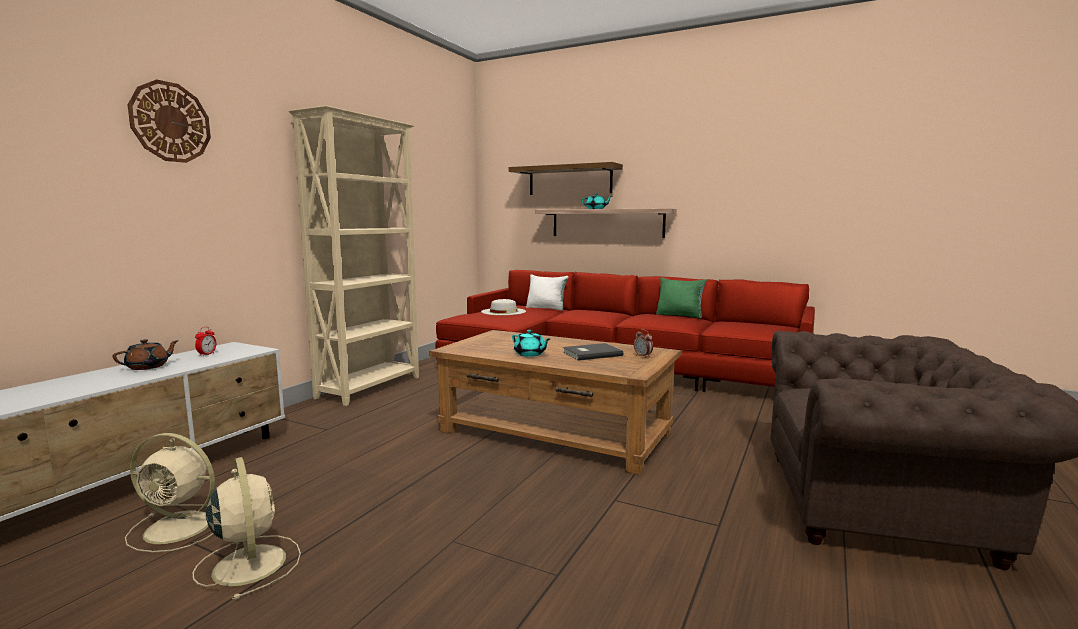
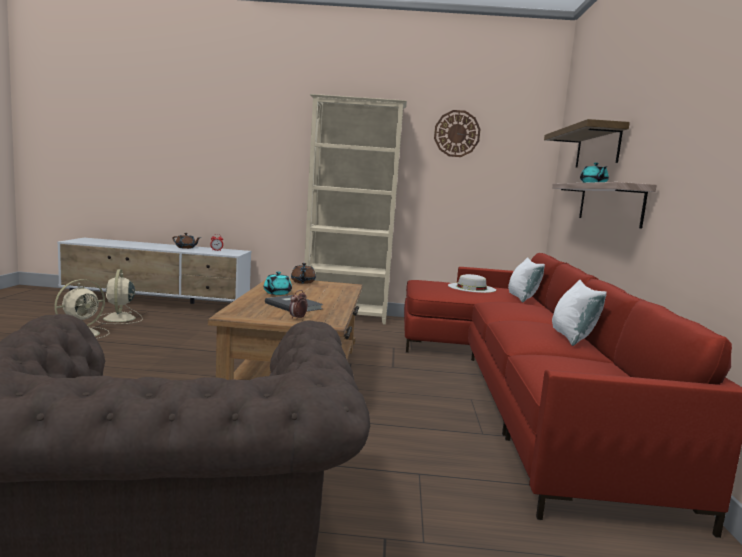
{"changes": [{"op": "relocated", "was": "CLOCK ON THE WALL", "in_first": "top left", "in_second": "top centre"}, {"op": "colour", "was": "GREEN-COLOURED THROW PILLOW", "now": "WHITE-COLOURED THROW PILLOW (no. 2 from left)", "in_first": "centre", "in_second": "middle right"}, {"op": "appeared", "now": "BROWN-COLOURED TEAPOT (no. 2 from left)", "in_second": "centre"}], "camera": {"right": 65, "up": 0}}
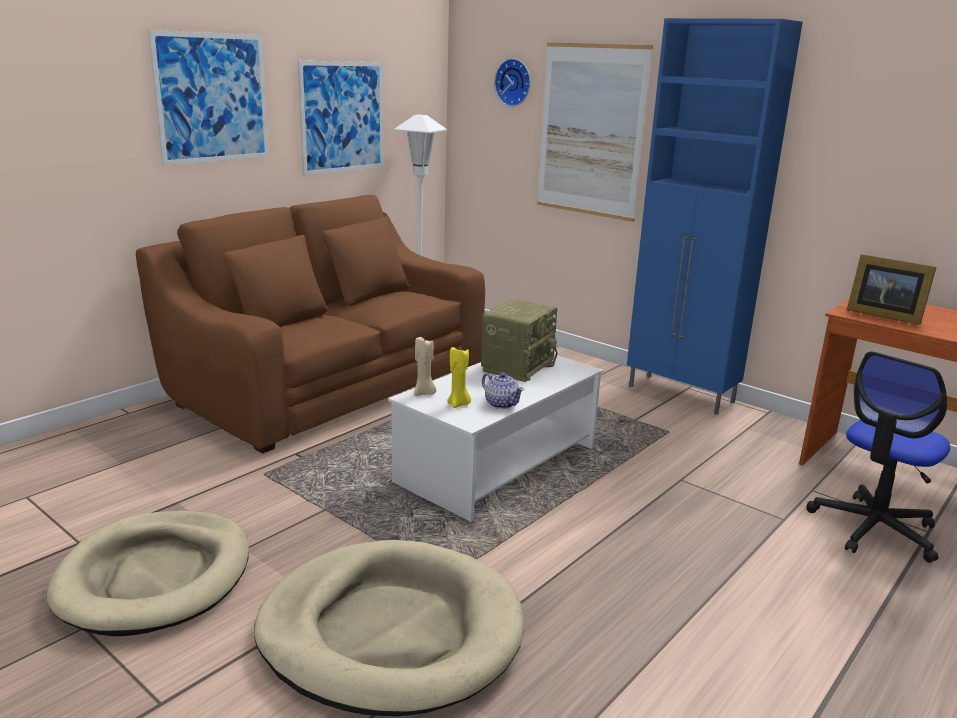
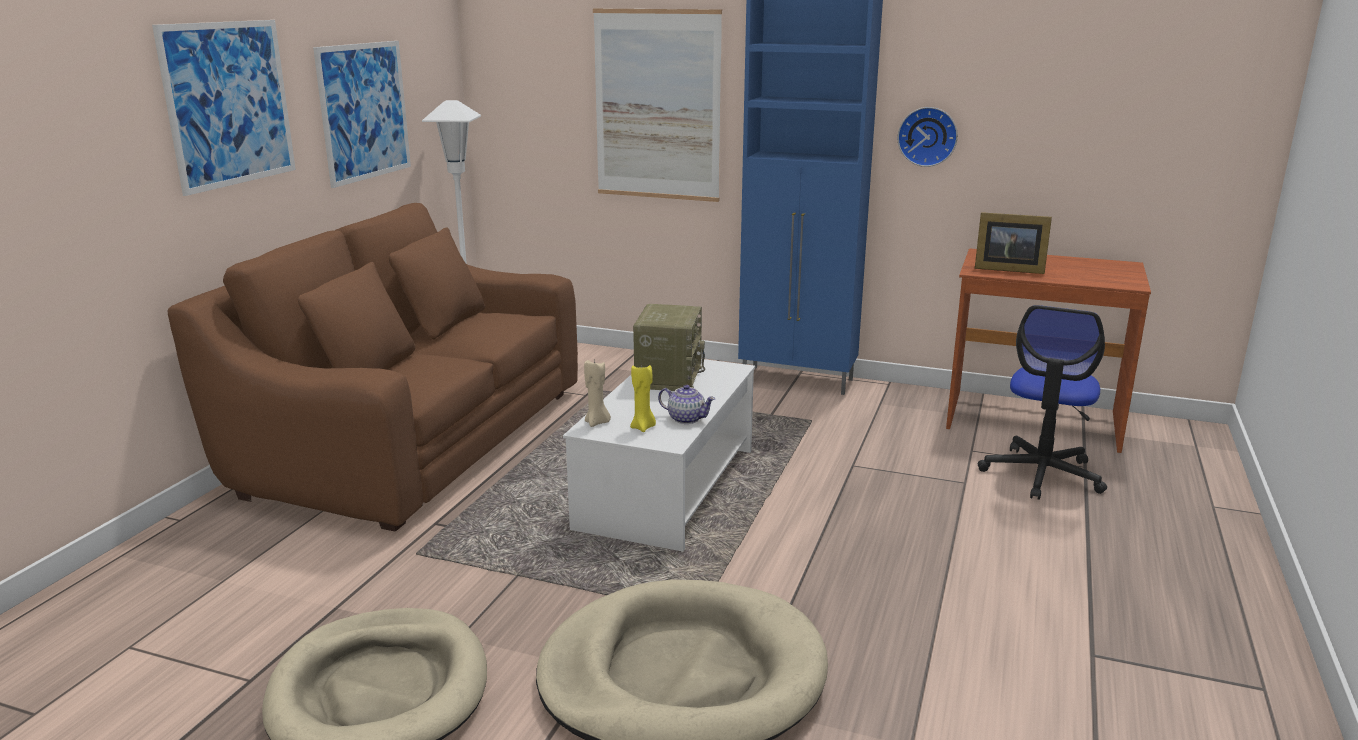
{"changes": [{"op": "relocated", "was": "CLOCK ON THE WALL", "in_first": "top centre", "in_second": "top right"}], "camera": {"right": -20, "up": 0}}
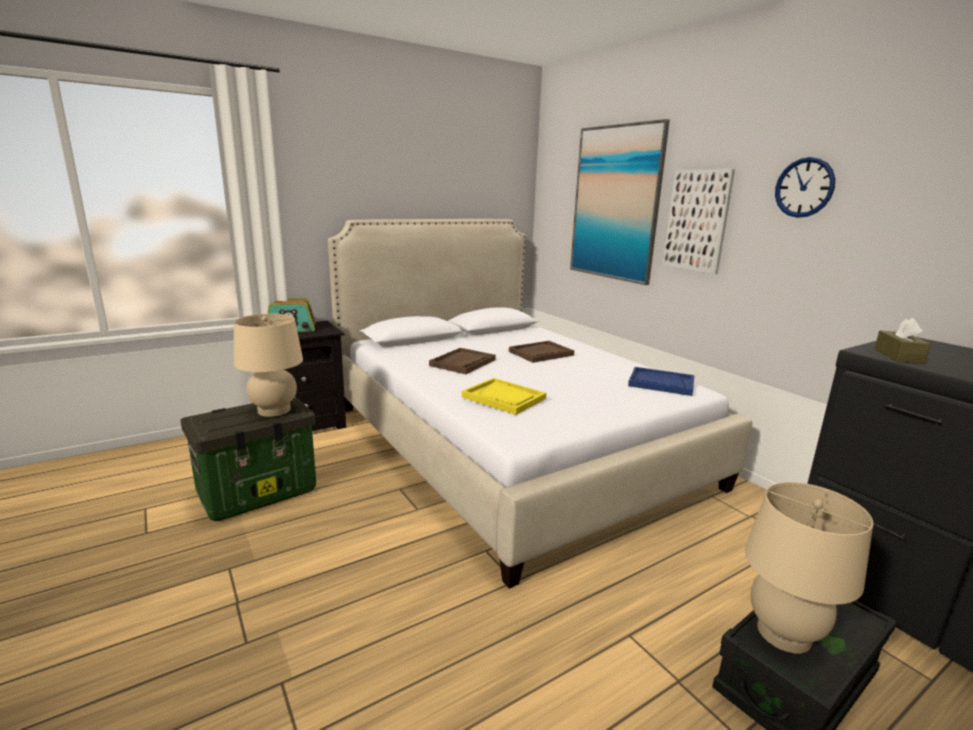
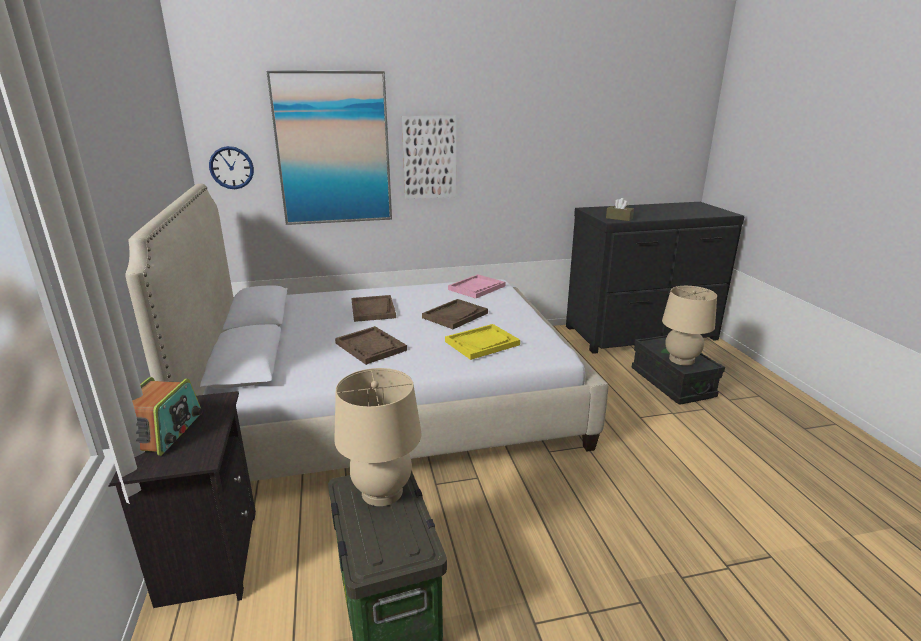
{"changes": [{"op": "colour", "was": "BLUE TRAY", "now": "PINK TRAY", "in_first": "middle right", "in_second": "centre"}, {"op": "relocated", "was": "CLOCK ON THE WALL", "in_first": "top right", "in_second": "top left"}, {"op": "appeared", "now": "BROWN-COLOURED TRAY (no. 3 from left)", "in_second": "centre"}], "camera": {"right": -70, "up": 5}}
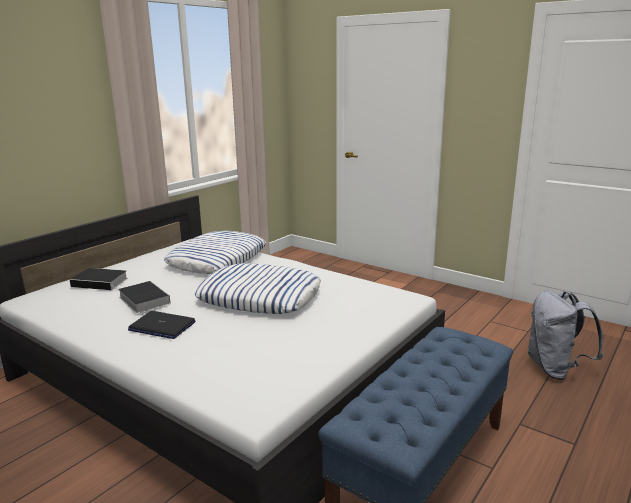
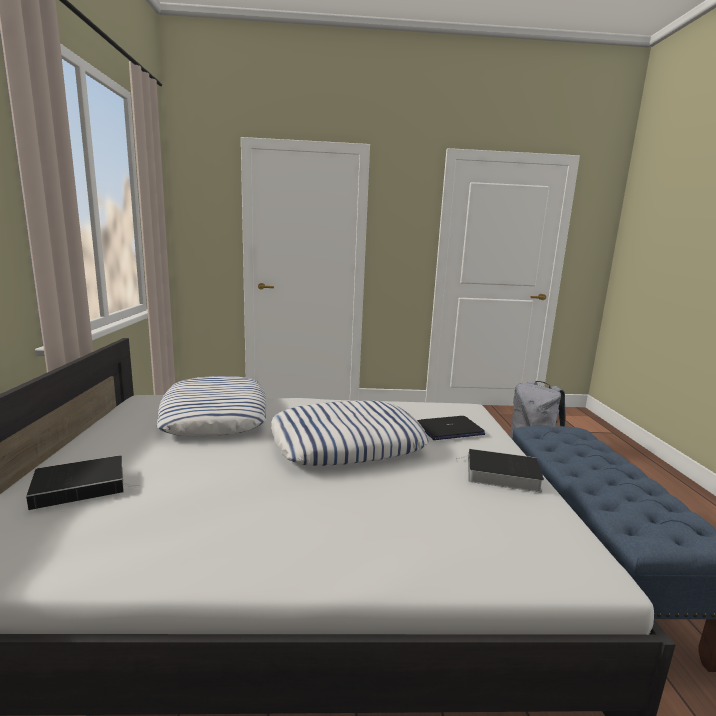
{"changes": [{"op": "relocated", "was": "BOOK (no. 2 from left)", "in_first": "middle left", "in_second": "middle right"}, {"op": "relocated", "was": "NOTEBOOK COMPUTER", "in_first": "middle left", "in_second": "centre"}], "camera": {"right": -40, "up": -5}}
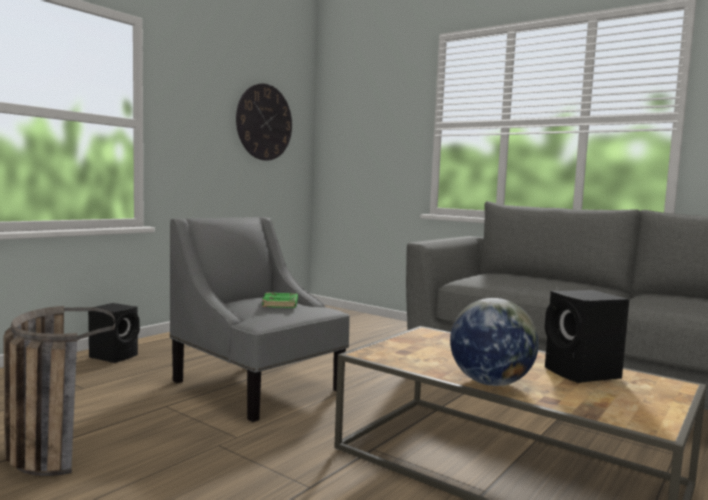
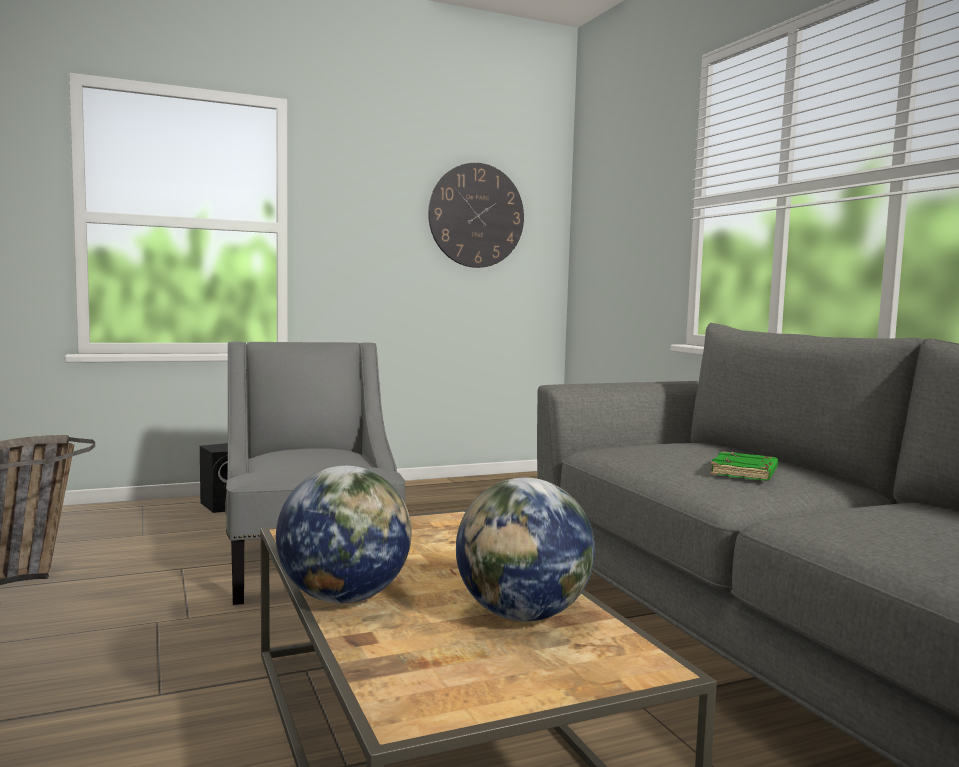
{"changes": [{"op": "relocated", "was": "GREEN-COLOURED BOOK", "in_first": "centre", "in_second": "middle right"}, {"op": "exchanged", "was": "BLACK LOUDSPEAKER (no. 2 from left)", "now": "GLOBE (no. 2 from left)", "in_first": "bottom right", "in_second": "bottom centre"}], "camera": {"right": 30, "up": 0}}
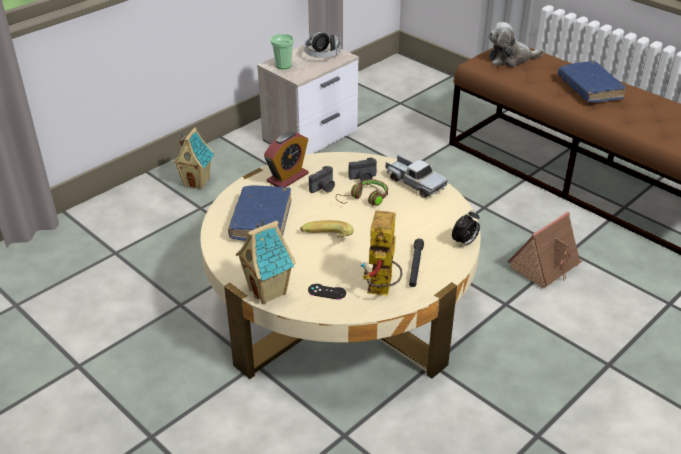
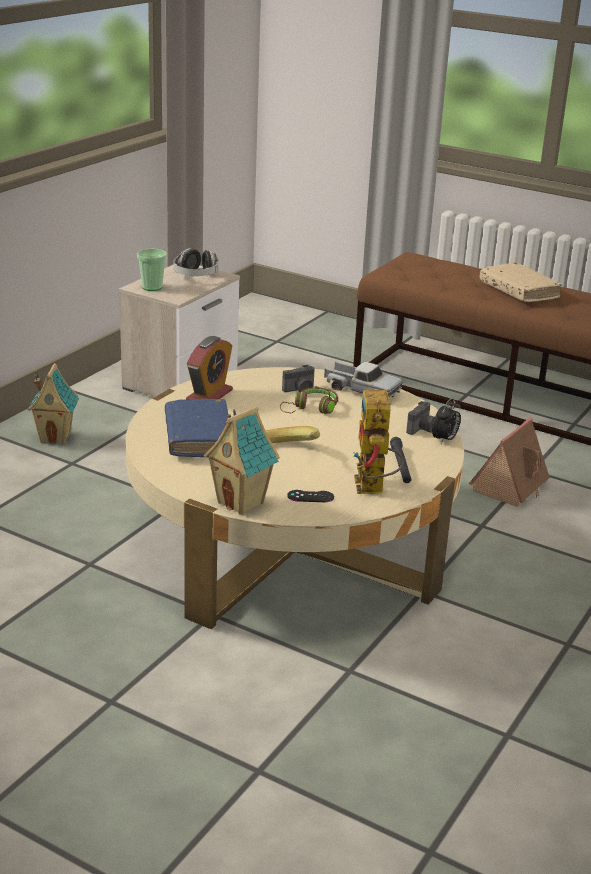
{"changes": [{"op": "relocated", "was": "STILL CAMERA (no. 1 from left in the first image)", "now": "STILL CAMERA (no. 2 from left)", "in_first": "centre", "in_second": "middle right"}, {"op": "missing", "was": "PLUSH TOY", "in_first": "top right"}, {"op": "colour", "was": "BLUE BOOK (no. 2 from left)", "now": "SAND-COLOURED BOOK", "in_first": "top right", "in_second": "top right"}], "camera": {"right": -15, "up": -10}}
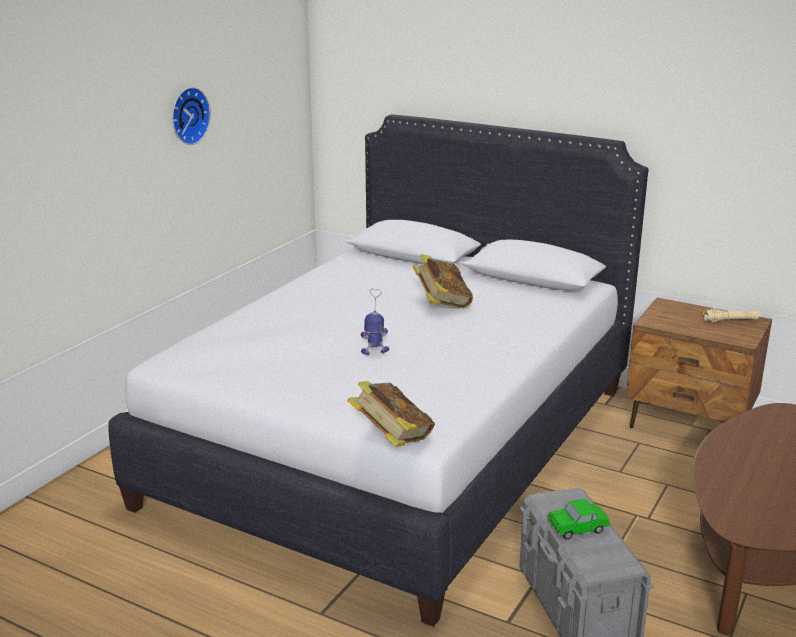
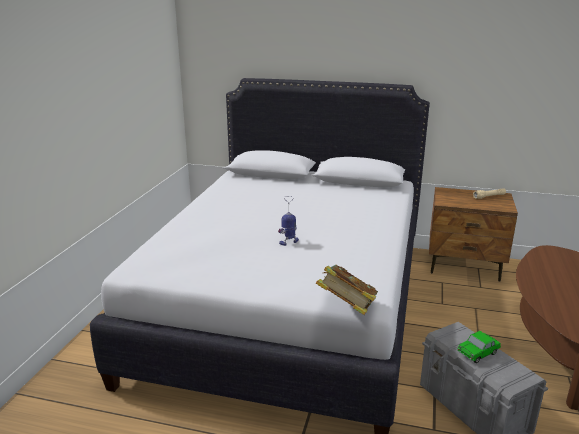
{"changes": [{"op": "missing", "was": "CLOCK ON THE WALL", "in_first": "top left"}, {"op": "missing", "was": "BOOK (no. 2 from left)", "in_first": "centre"}], "camera": {"right": -15, "up": 0}}
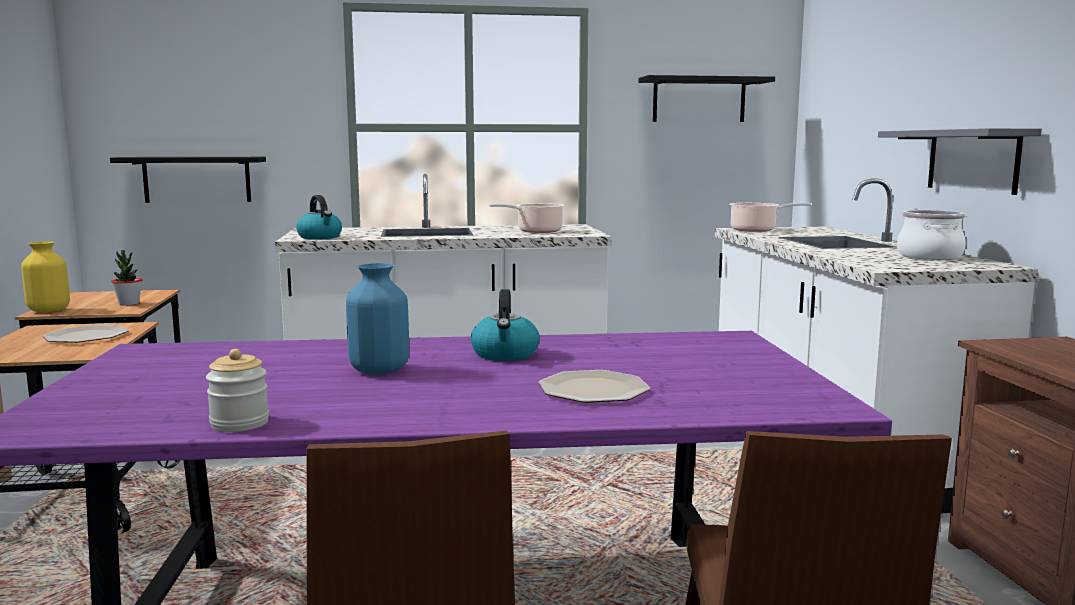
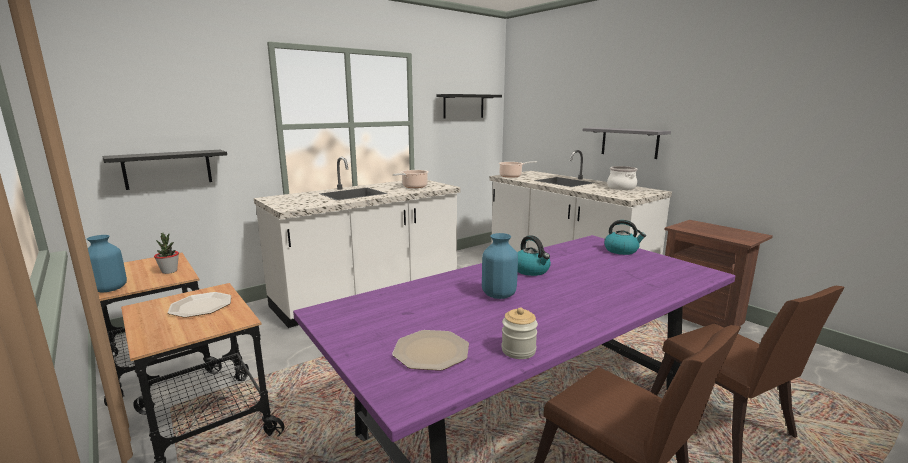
{"changes": [{"op": "colour", "was": "YELLOWISH VASE", "now": "BLUE VASE (no. 1 from left)", "in_first": "middle left", "in_second": "middle left"}, {"op": "relocated", "was": "KETTLE (no. 1 from left in the first image)", "now": "KETTLE (no. 2 from left)", "in_first": "middle left", "in_second": "middle right"}, {"op": "relocated", "was": "PLATE (no. 2 from left)", "in_first": "centre", "in_second": "bottom centre"}], "camera": {"right": -30, "up": 5}}
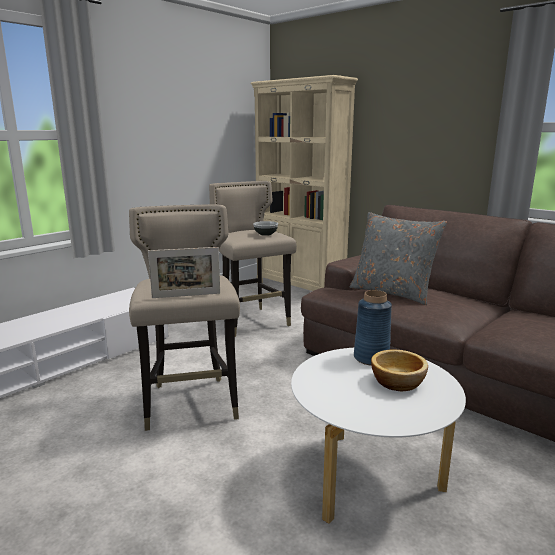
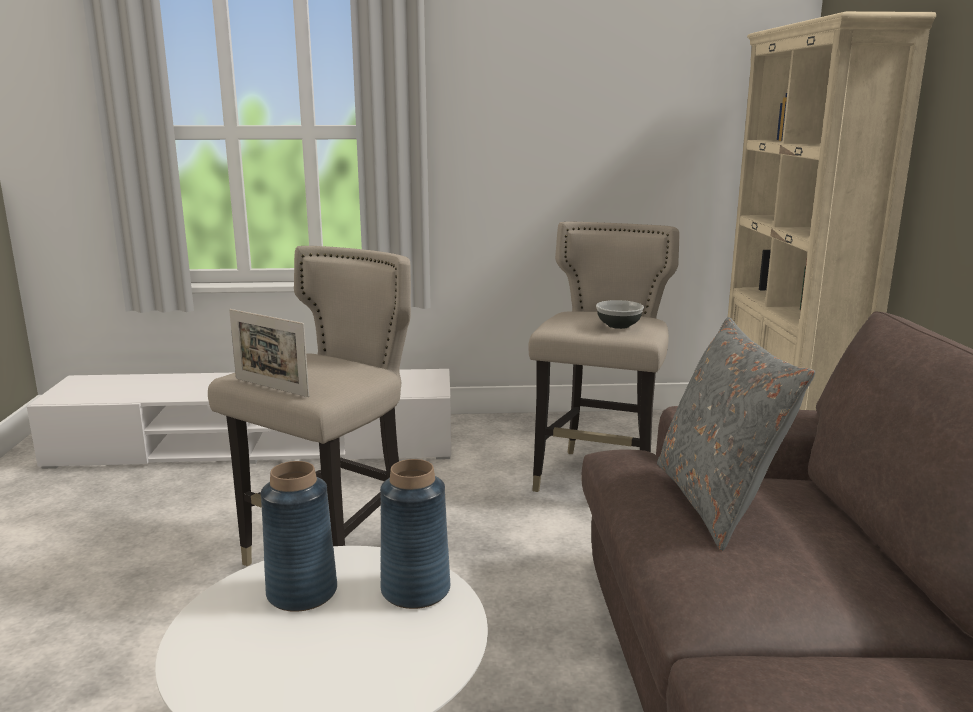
{"changes": [{"op": "missing", "was": "DEEP DISH (no. 2 from left)", "in_first": "bottom right"}, {"op": "appeared", "now": "BLUE VASE (no. 1 from left)", "in_second": "bottom left"}], "camera": {"right": 45, "up": 0}}
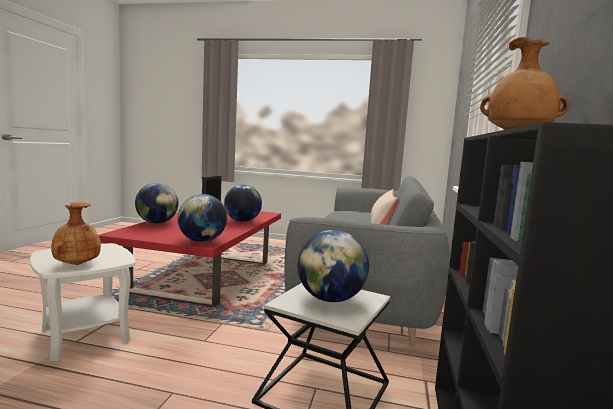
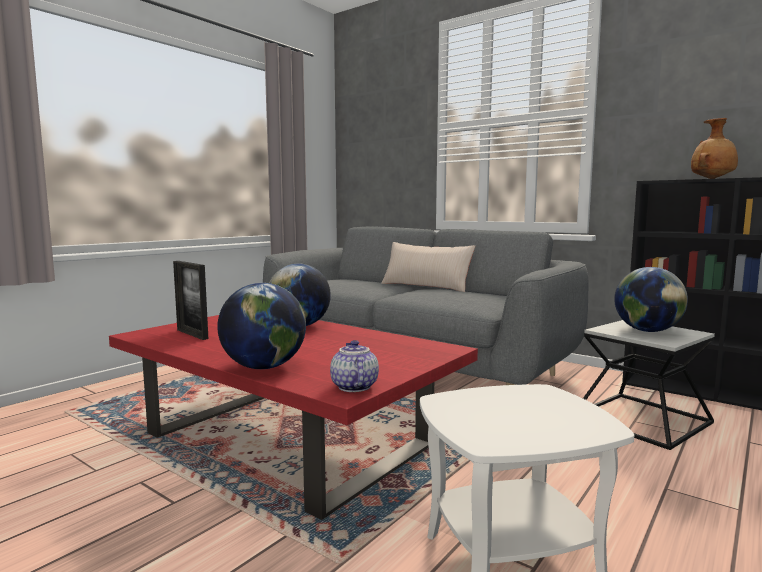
{"changes": [{"op": "missing", "was": "BROWN-COLOURED VASE (no. 1 from left)", "in_first": "middle left"}, {"op": "missing", "was": "GLOBE (no. 2 from left)", "in_first": "middle left"}, {"op": "appeared", "now": "TEAPOT", "in_second": "centre"}], "camera": {"right": -65, "up": 0}}
